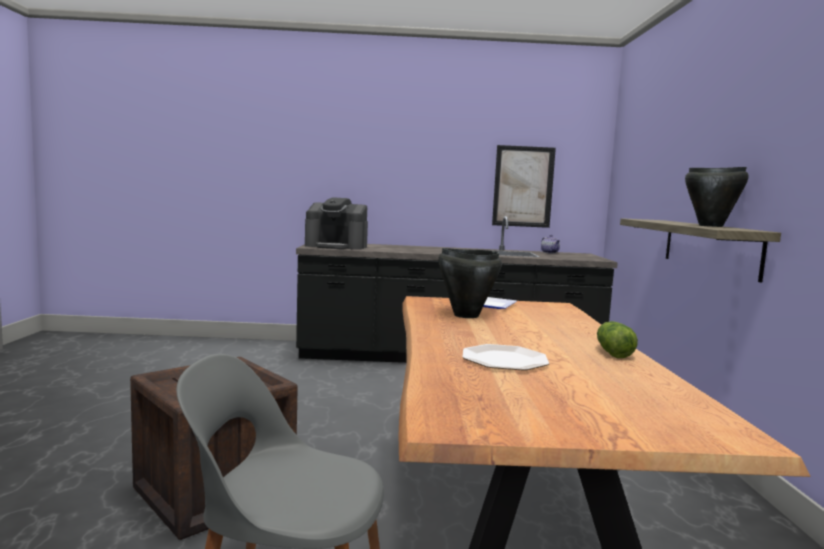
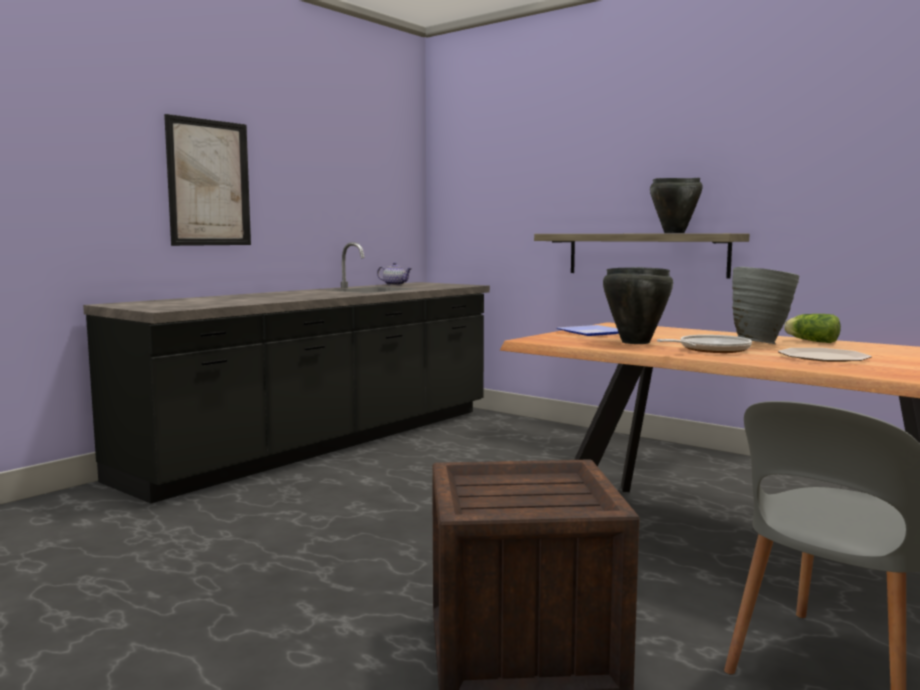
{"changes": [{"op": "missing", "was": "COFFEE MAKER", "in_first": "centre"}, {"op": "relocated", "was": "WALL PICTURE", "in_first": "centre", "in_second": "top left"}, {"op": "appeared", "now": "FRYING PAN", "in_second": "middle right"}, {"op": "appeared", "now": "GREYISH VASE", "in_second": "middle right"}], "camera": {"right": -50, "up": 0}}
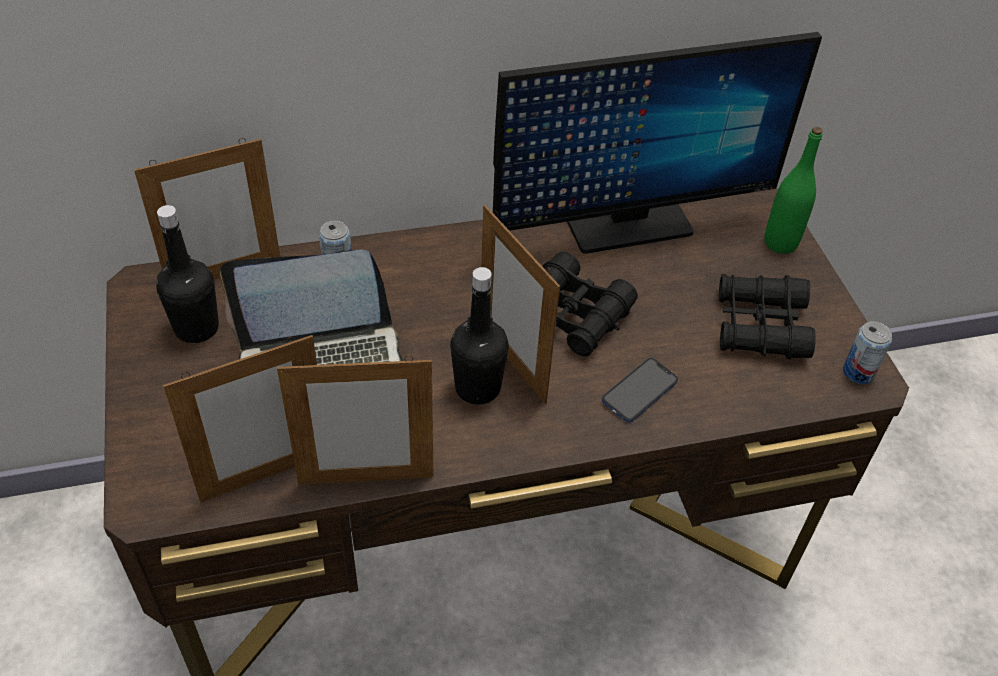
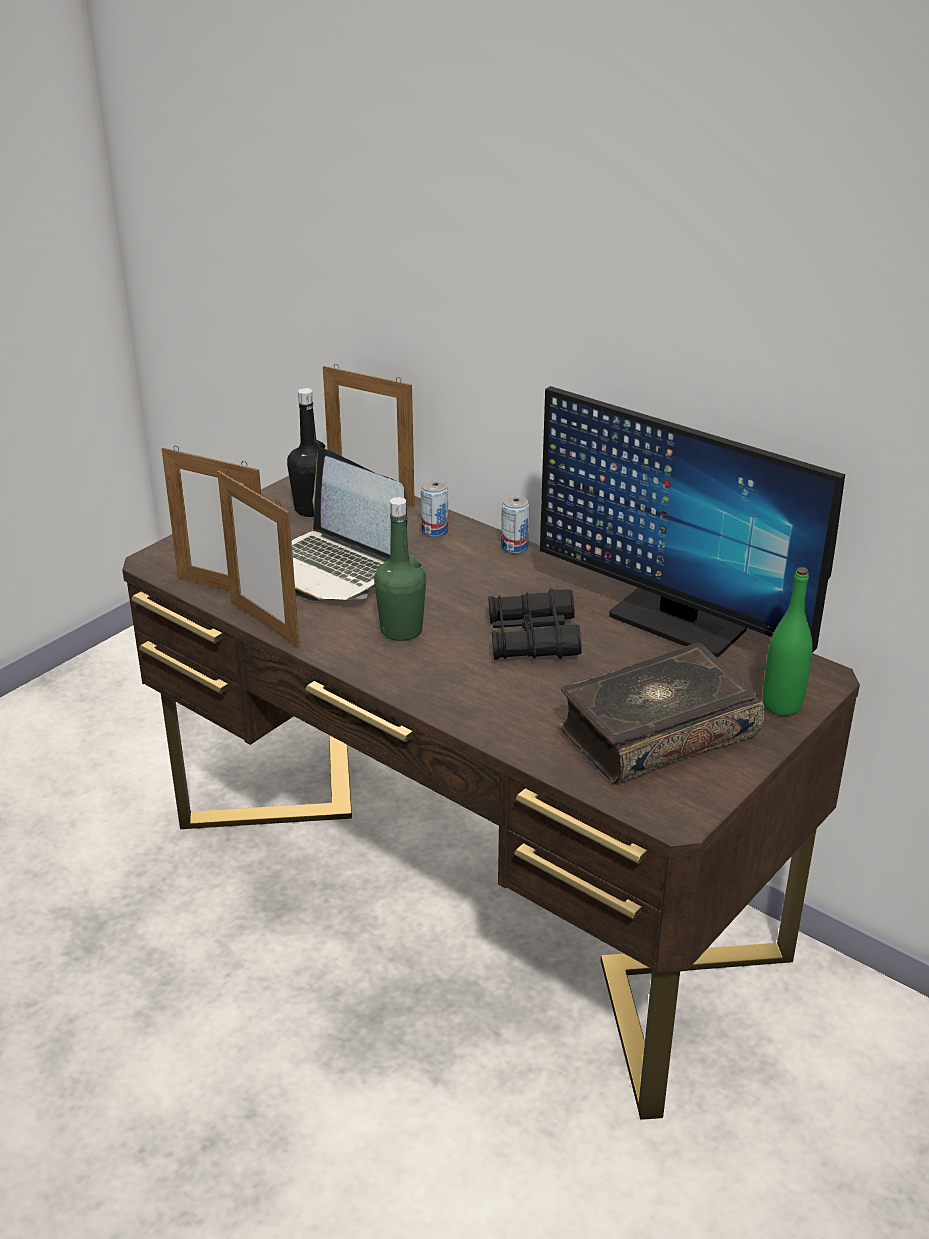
{"changes": [{"op": "colour", "was": "BLACK BEVERAGE BOTTLE (no. 2 from left)", "now": "GREEN-COLOURED BEVERAGE BOTTLE (no. 1 from left)", "in_first": "centre", "in_second": "centre"}, {"op": "missing", "was": "STANDING FRAME (no. 4 from left)", "in_first": "centre"}, {"op": "missing", "was": "PHONE", "in_first": "centre"}, {"op": "exchanged", "was": "BLACK PAIR OF BINOCULARS (no. 2 from left)", "now": "BOOK", "in_first": "middle right", "in_second": "middle right"}, {"op": "relocated", "was": "SEALED CAN (no. 2 from left)", "in_first": "middle right", "in_second": "centre"}], "camera": {"right": 55, "up": -15}}
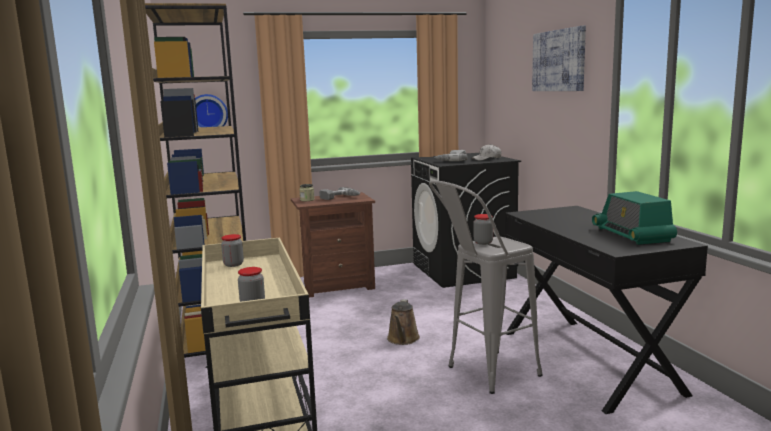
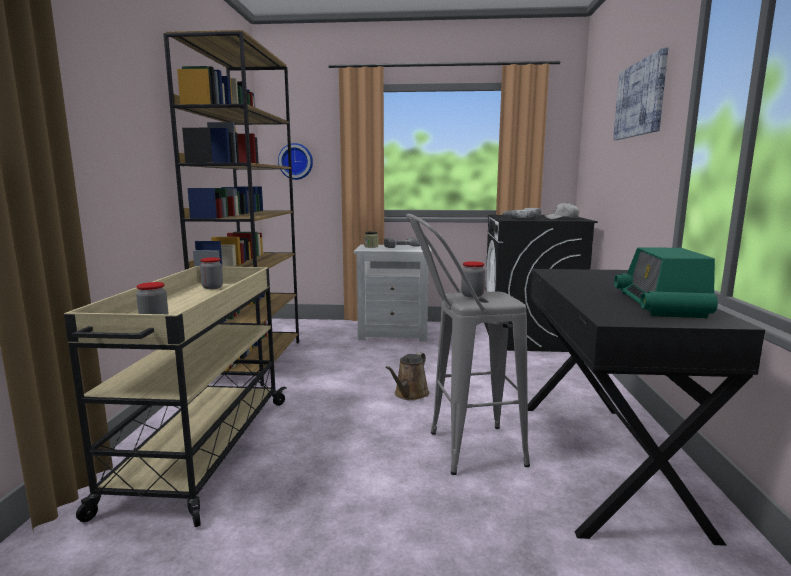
{"changes": [{"op": "colour", "was": "BROWN-COLOURED BEDSIDE TABLE", "now": "WHITE-COLOURED BEDSIDE TABLE", "in_first": "centre", "in_second": "centre"}], "camera": {"right": 20, "up": 0}}
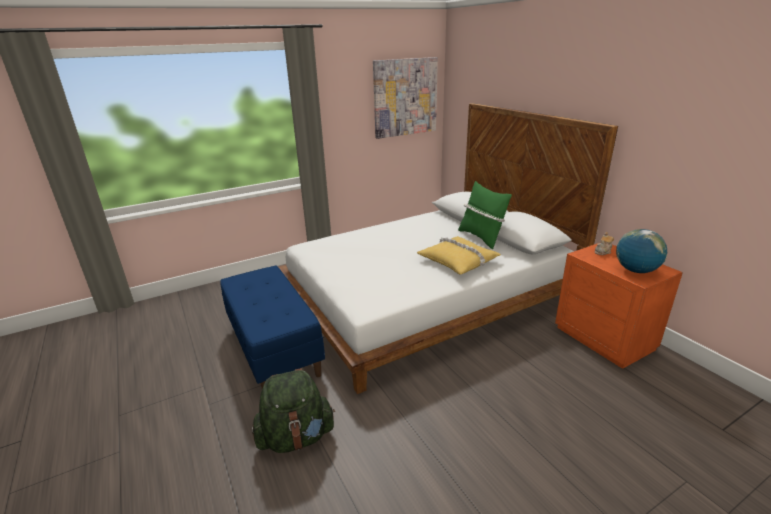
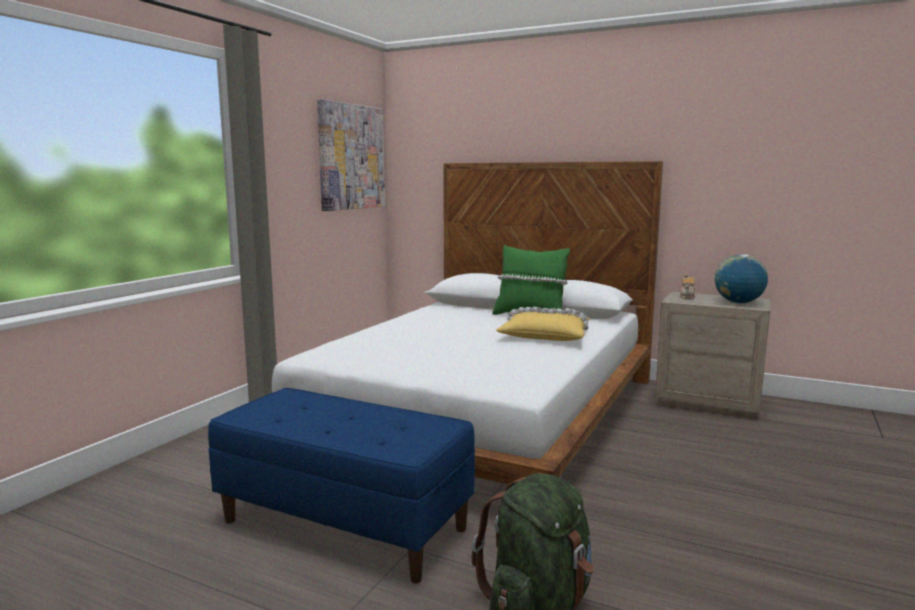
{"changes": [{"op": "colour", "was": "ORANGEY BEDSIDE TABLE", "now": "SAND-COLOURED BEDSIDE TABLE", "in_first": "middle right", "in_second": "middle right"}], "camera": {"right": -35, "up": -15}}
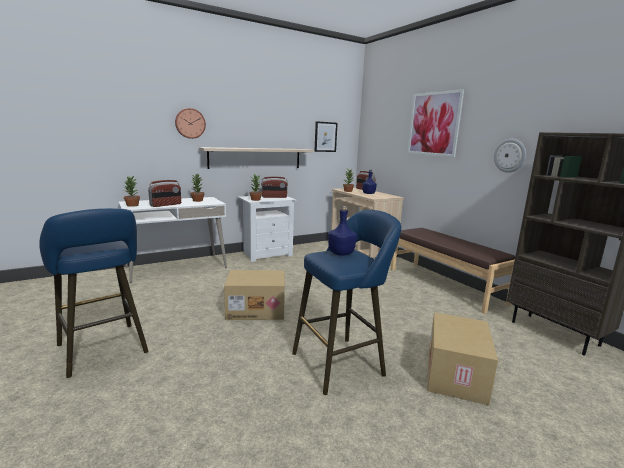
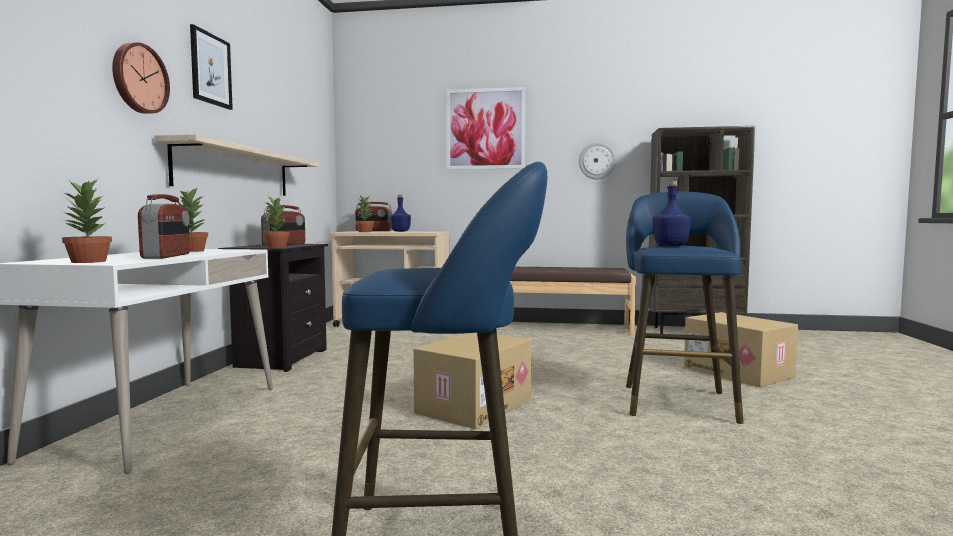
{"changes": [{"op": "colour", "was": "WHITE-COLOURED BEDSIDE TABLE", "now": "BLACK BEDSIDE TABLE", "in_first": "centre", "in_second": "middle left"}, {"op": "relocated", "was": "WALL PICTURE (no. 1 from left)", "in_first": "top centre", "in_second": "top left"}], "camera": {"right": -50, "up": -10}}
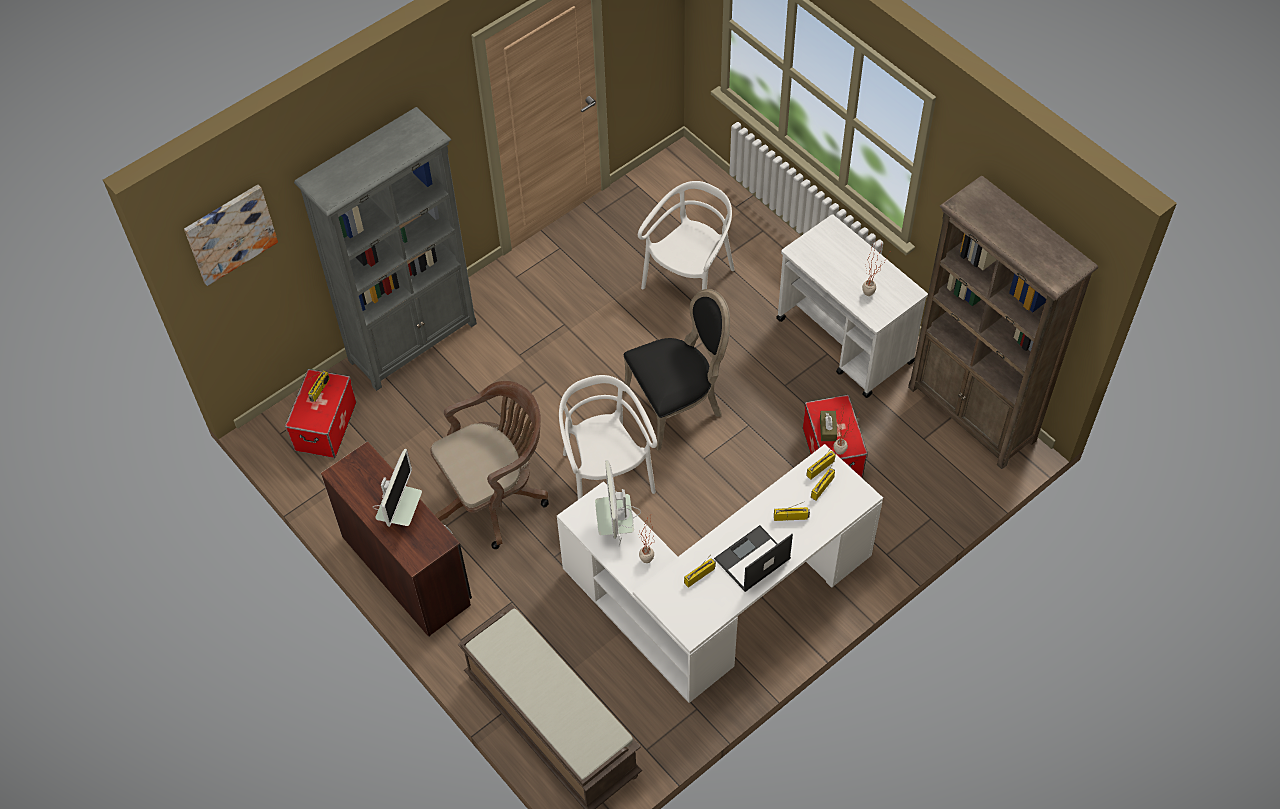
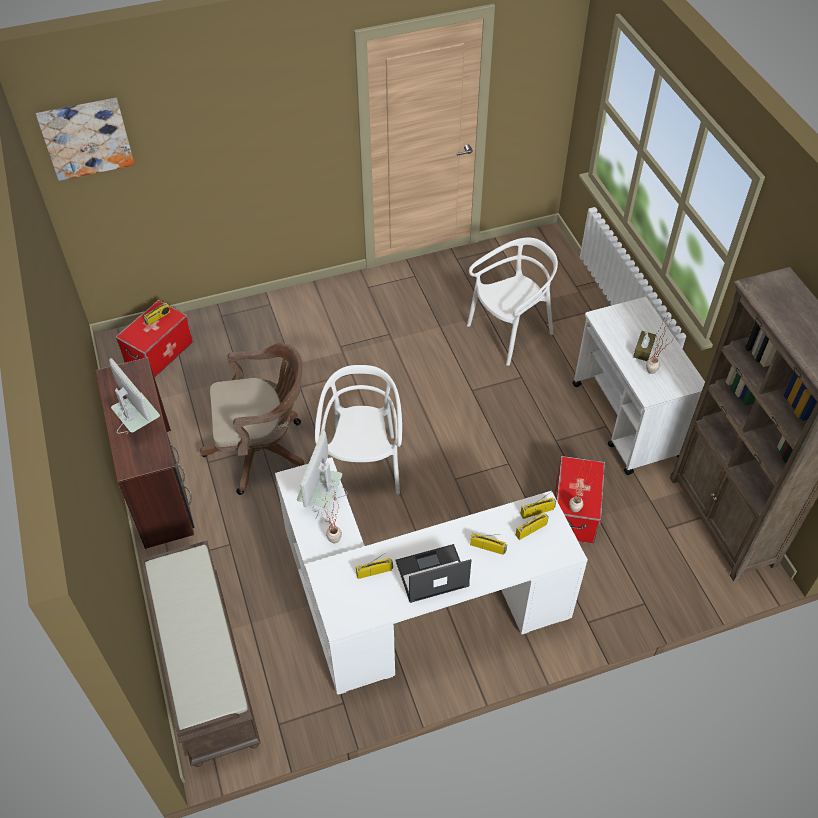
{"changes": [{"op": "missing", "was": "GREYISH SHELVING UNIT", "in_first": "top left"}, {"op": "spun", "was": "COMPUTER SCREEN (no. 1 from left)", "in_first": "middle left", "in_second": "middle left", "clockwise": -75}, {"op": "missing", "was": "BLACK PLAIN CHAIR", "in_first": "centre"}, {"op": "relocated", "was": "BROWN-COLOURED TISSUE BOX", "in_first": "centre", "in_second": "middle right"}], "camera": {"right": 20, "up": -5}}
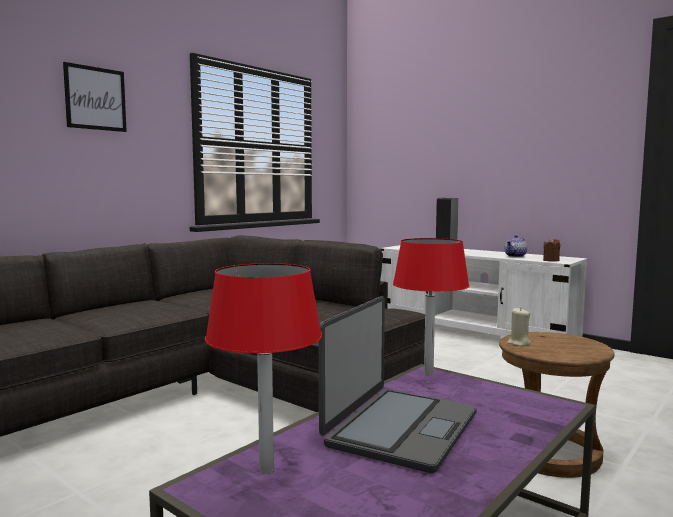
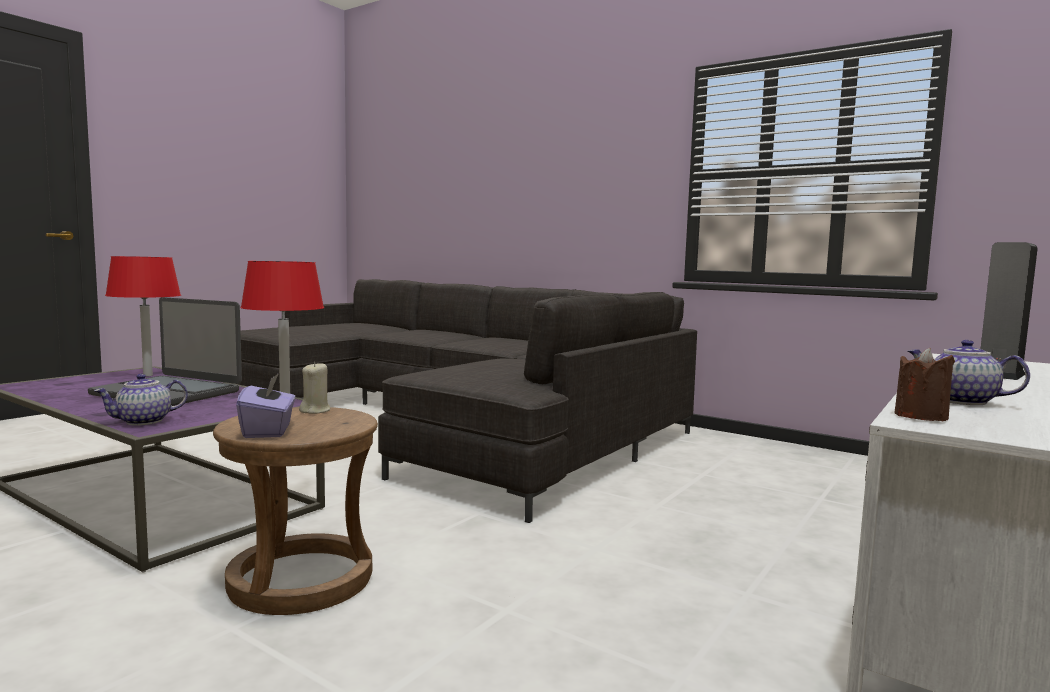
{"changes": [{"op": "missing", "was": "WALL PICTURE", "in_first": "top left"}, {"op": "appeared", "now": "TEAPOT (no. 1 from left)", "in_second": "middle left"}, {"op": "appeared", "now": "PURPLISH TISSUE BOX", "in_second": "middle left"}], "camera": {"right": 85, "up": 0}}
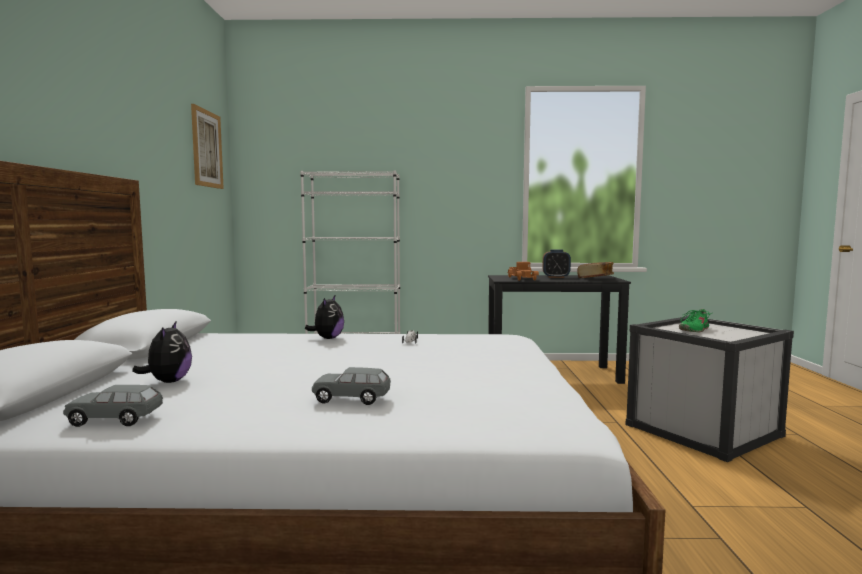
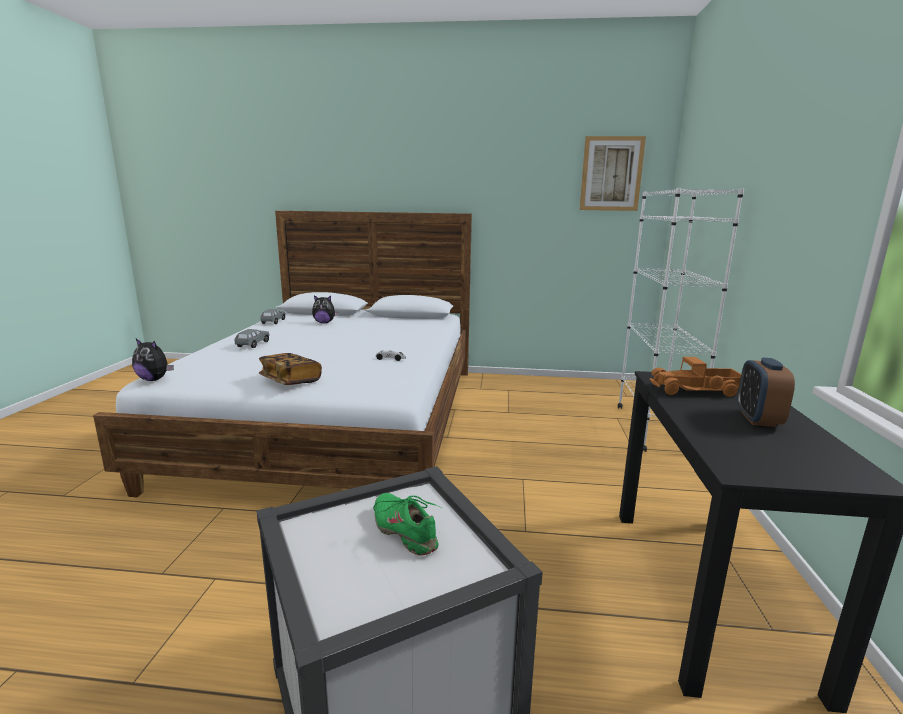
{"changes": [{"op": "relocated", "was": "PLUSH TOY (no. 2 from left in the first image)", "now": "PLUSH TOY (no. 1 from left)", "in_first": "centre", "in_second": "middle left"}, {"op": "relocated", "was": "BOOK", "in_first": "middle right", "in_second": "middle left"}], "camera": {"right": 95, "up": 10}}
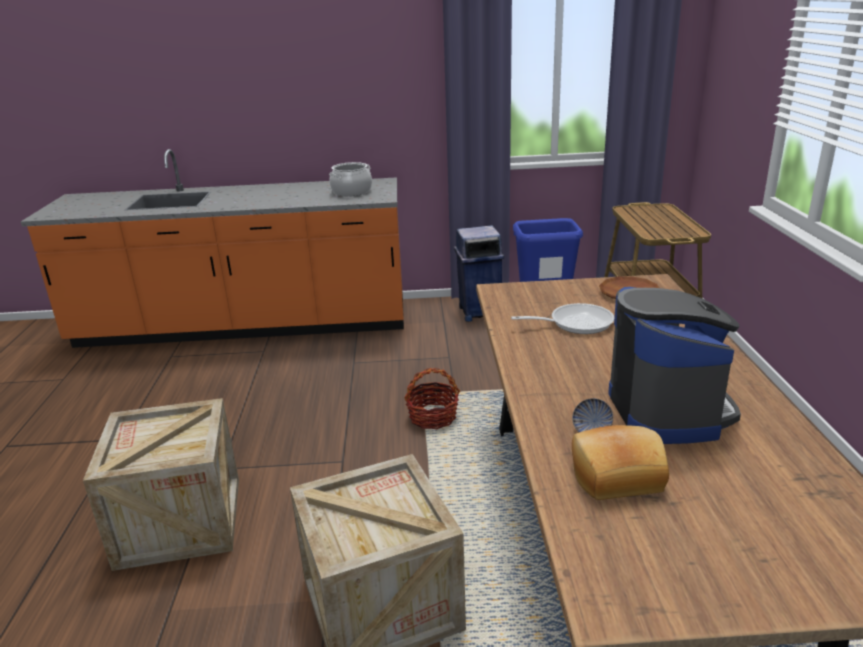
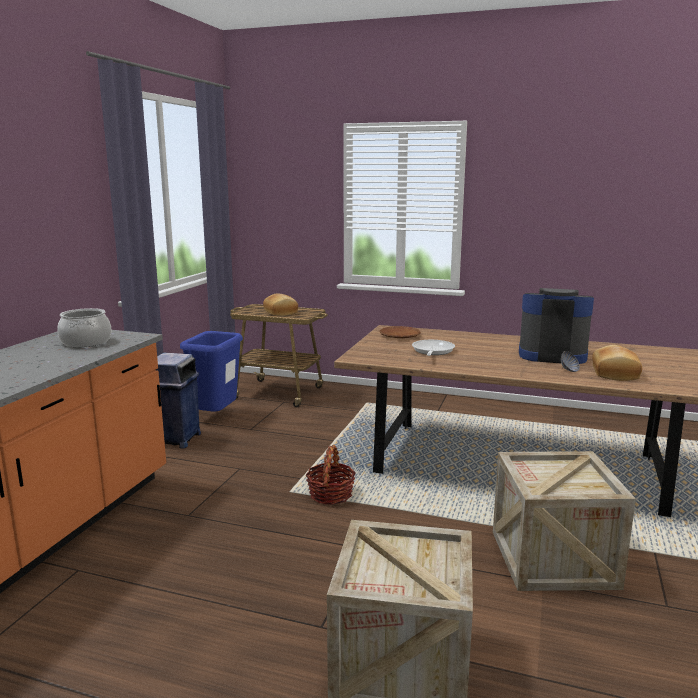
{"changes": [{"op": "appeared", "now": "BAKED BREAD (no. 1 from left)", "in_second": "centre"}], "camera": {"right": -70, "up": -10}}
